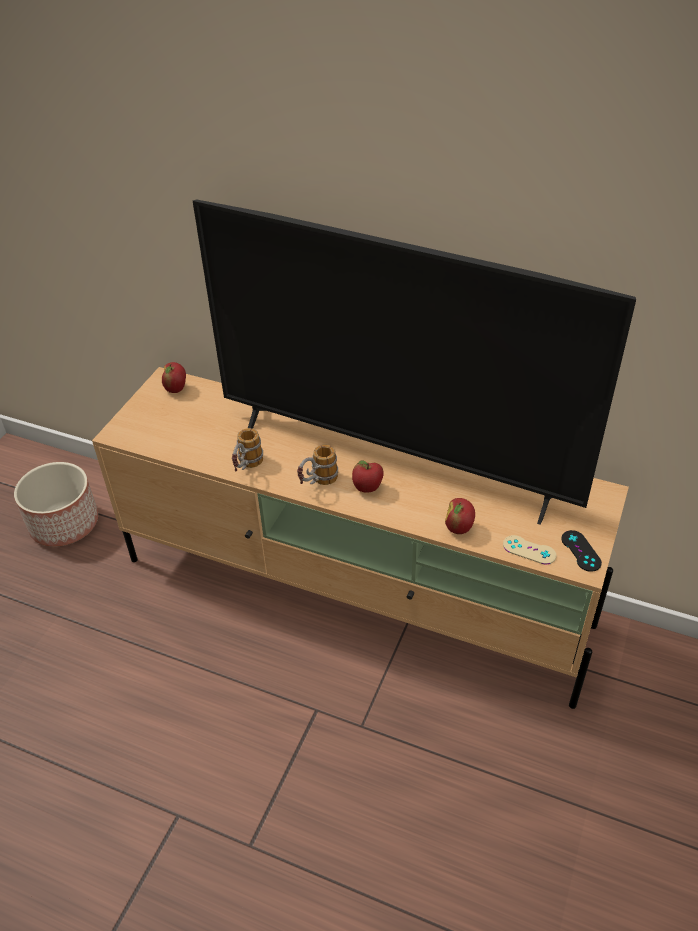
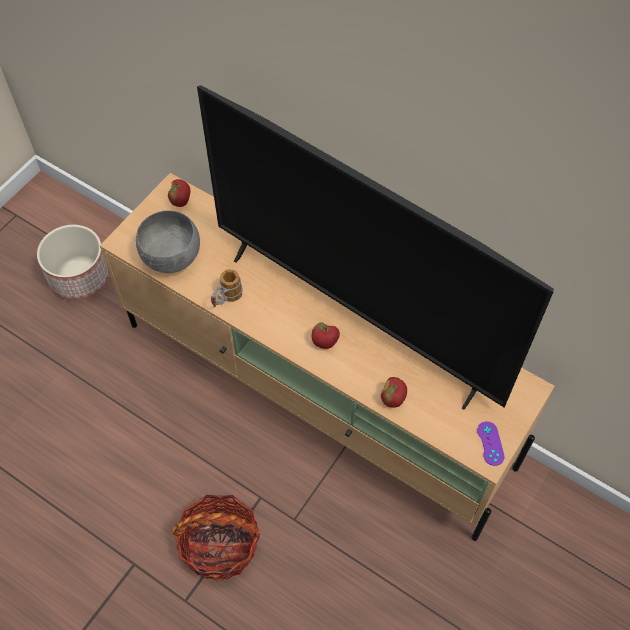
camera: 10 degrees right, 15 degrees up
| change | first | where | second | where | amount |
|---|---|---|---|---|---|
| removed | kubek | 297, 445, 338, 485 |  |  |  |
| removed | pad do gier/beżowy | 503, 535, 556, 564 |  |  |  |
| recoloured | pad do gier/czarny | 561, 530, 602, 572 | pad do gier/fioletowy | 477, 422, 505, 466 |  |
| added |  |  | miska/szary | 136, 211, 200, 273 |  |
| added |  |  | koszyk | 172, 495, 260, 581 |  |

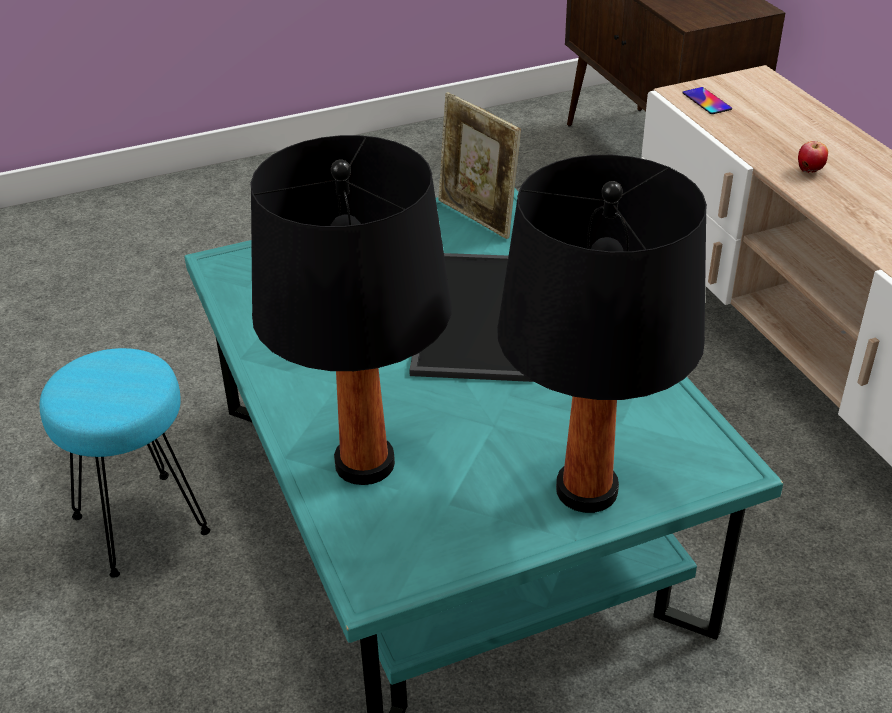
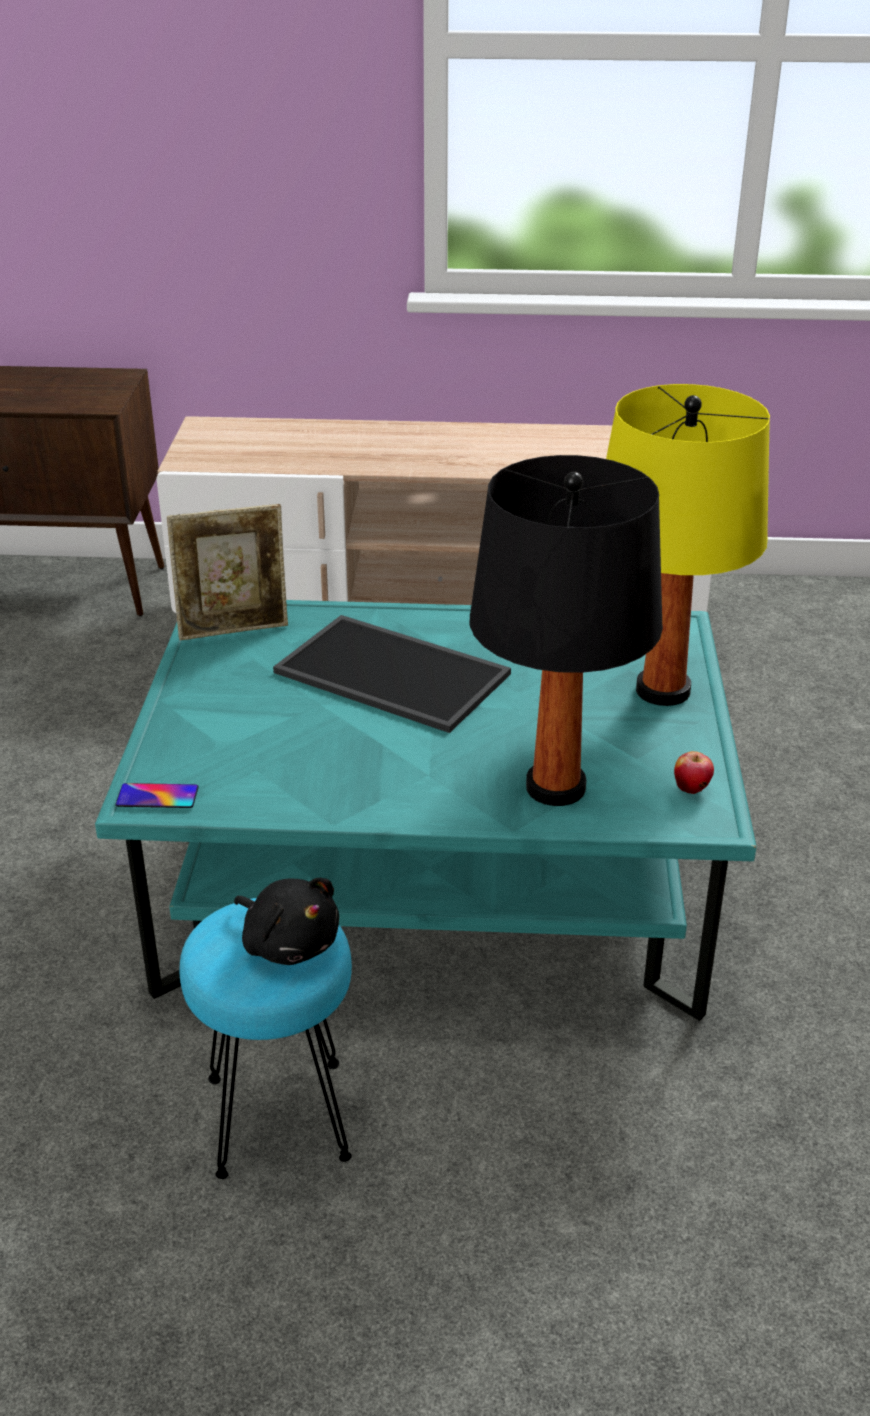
camera: 65 degrees left, 5 degrees down
| change | first | where | second | where | amount |
|---|---|---|---|---|---|
| recoloured | lampa stołowa/czarny | 497, 155, 707, 513 | lampa stołowa/żółty | 606, 384, 770, 706 |  |
| moved | telefon | 682, 87, 732, 114 |  | 115, 783, 198, 808 |  |
| moved | jabłko | 798, 141, 828, 173 |  | 674, 751, 714, 794 |  |
| added |  |  | pluszak/czarny | 234, 878, 339, 965 |  |

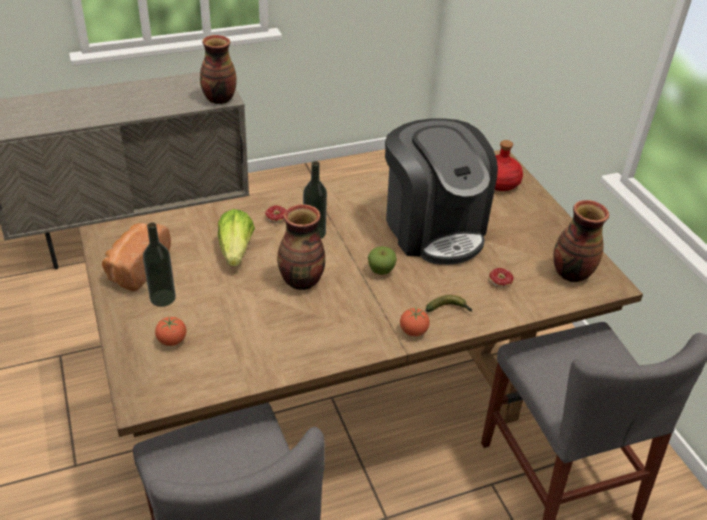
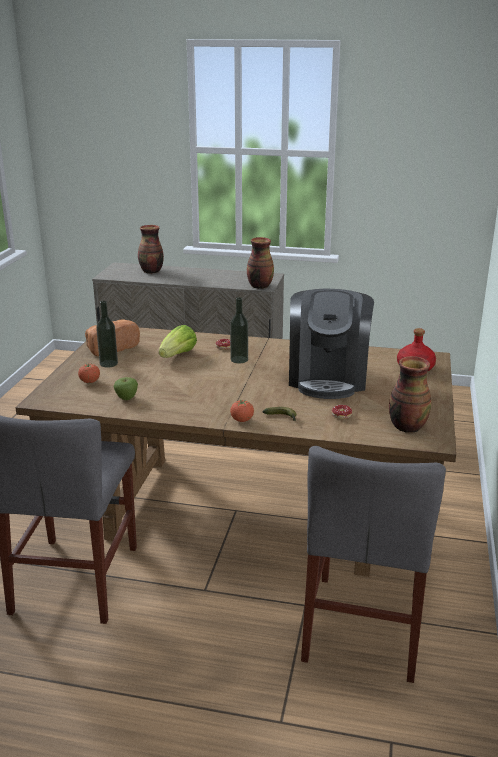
camera: 35 degrees right, 15 degrees down
| change | first | where | second | where | amount |
|---|---|---|---|---|---|
| moved | wazon | 277, 204, 325, 290 |  | 138, 225, 164, 274 |  |
| moved | jabłko | 368, 246, 397, 275 |  | 113, 377, 138, 400 |  |

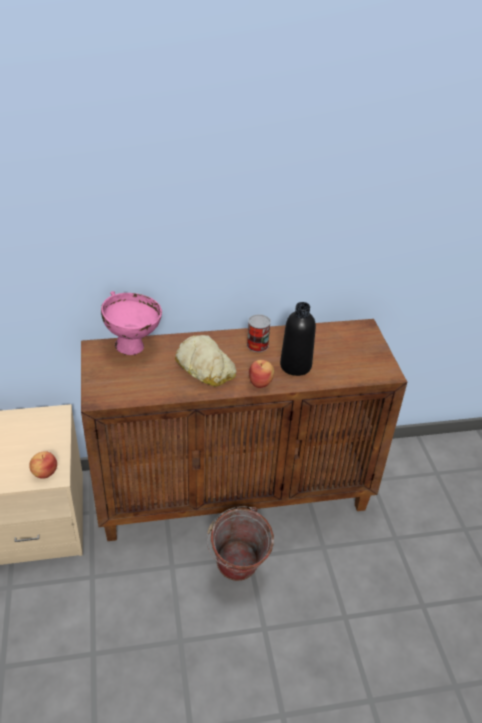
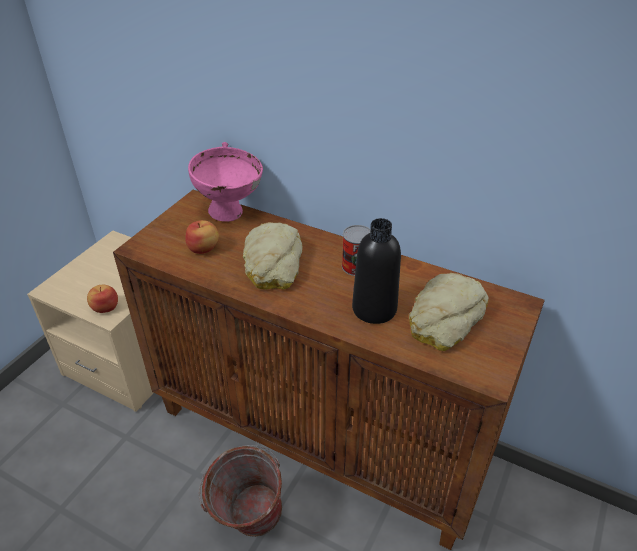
camera: 40 degrees right, 0 degrees up
| change | first | where | second | where | amount |
|---|---|---|---|---|---|
| moved | jabłko | 249, 360, 274, 388 |  | 185, 220, 219, 254 |  |
| added |  |  | chleb | 409, 272, 489, 351 |  |

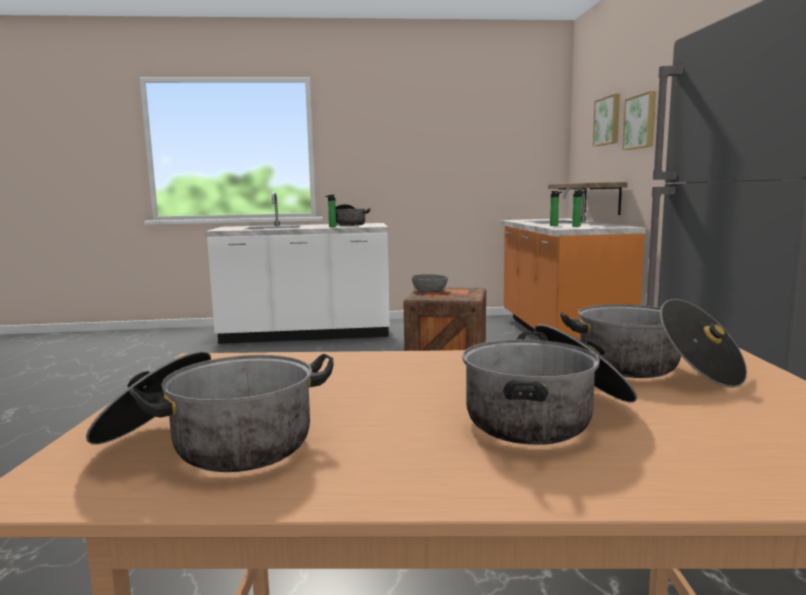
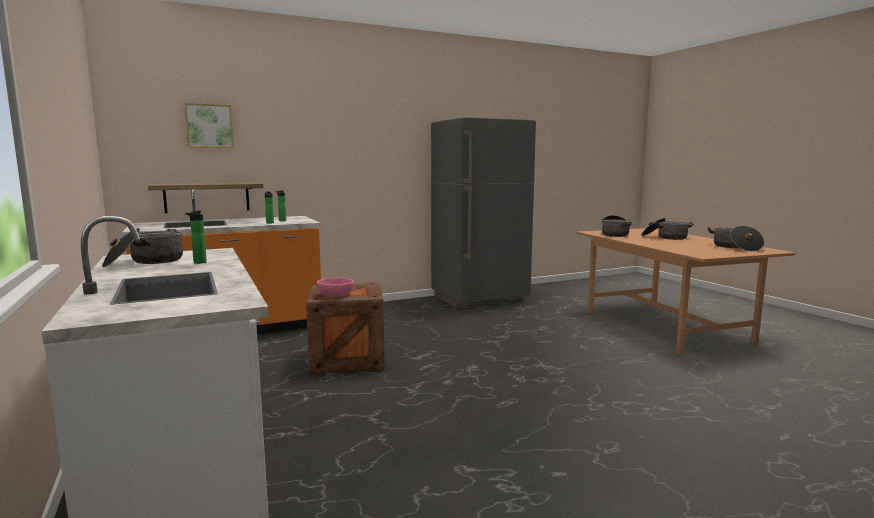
camera: 110 degrees left, 0 degrees up
| change | first | where | second | where | amount |
|---|---|---|---|---|---|
| recoloured | miska/szary | 412, 274, 448, 292 | miska/różowy | 317, 278, 354, 297 |  |
| removed | obraz | 622, 91, 656, 150 |  |  |  |

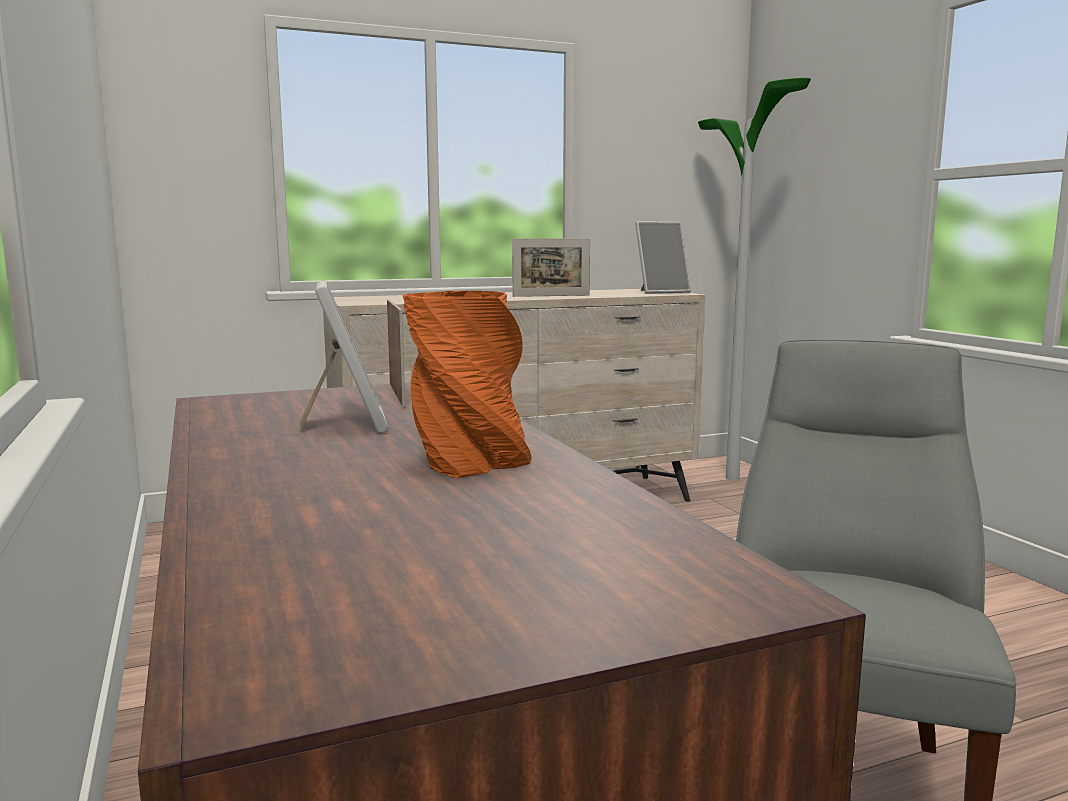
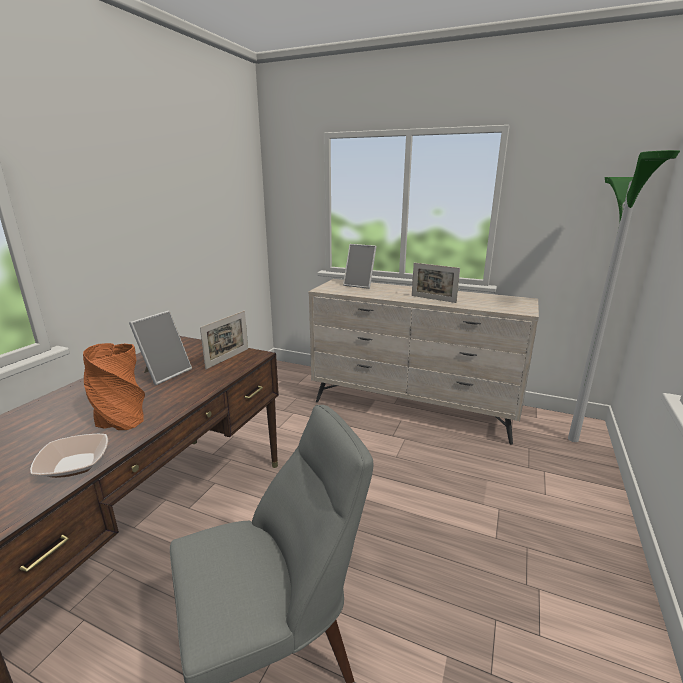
camera: 45 degrees right, 10 degrees up
| change | first | where | second | where | amount |
|---|---|---|---|---|---|
| moved | ramka na zdjęcie | 635, 222, 691, 294 |  | 343, 244, 377, 289 |  |
| added |  |  | miska | 30, 434, 108, 478 |  |

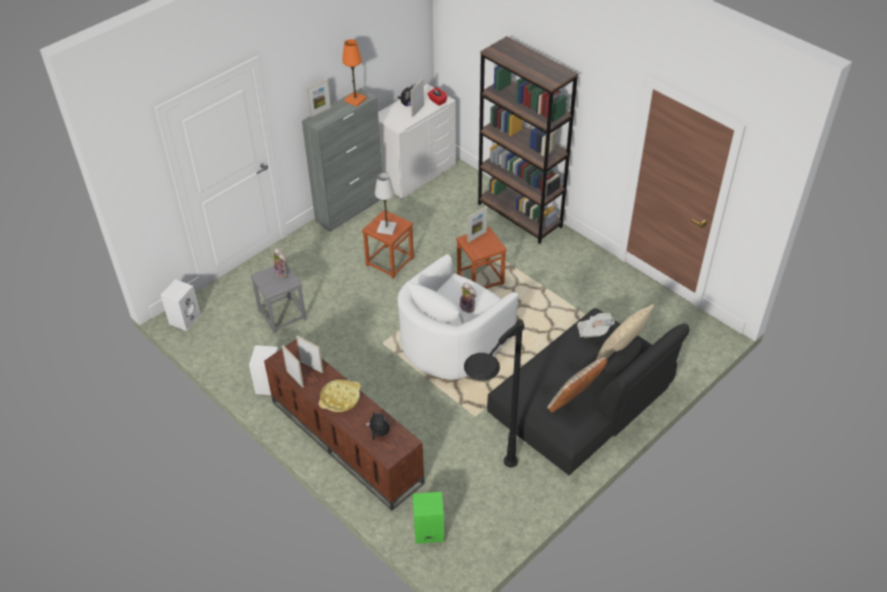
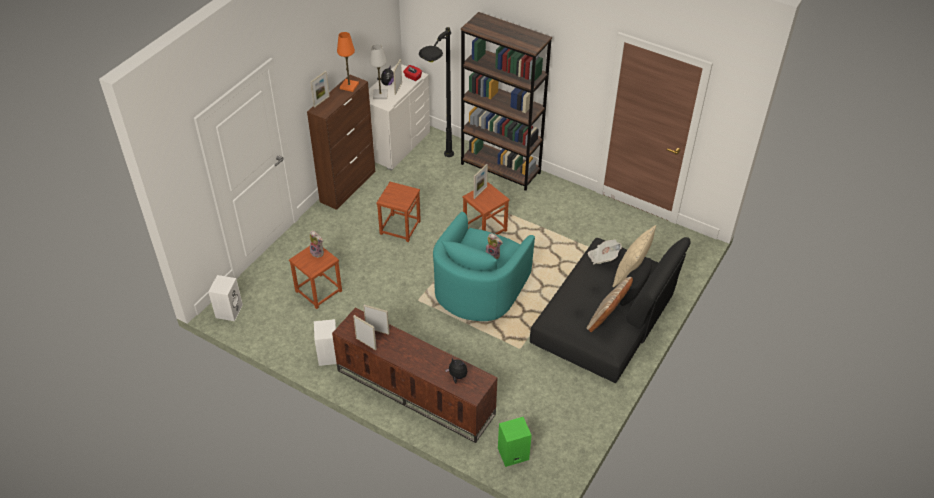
camera: 15 degrees left, 0 degrees up
| change | first | where | second | where | amount |
|---|---|---|---|---|---|
| recoloured | stołek/szary | 250, 265, 306, 333 | stołek/brązowy | 289, 246, 342, 309 |  |
| recoloured | szafka/szary | 302, 88, 382, 232 | szafka/brązowy | 307, 75, 375, 210 |  |
| removed | taca/żółty | 319, 379, 361, 412 |  |  |  |
| moved | lampa stołowa/biały | 375, 173, 397, 235 |  | 370, 44, 388, 99 |  |
| recoloured | fotel/biały | 397, 254, 518, 379 | fotel/turkusowy | 433, 212, 535, 321 |  |
| moved | lampa stojąca/czarny | 464, 319, 524, 467 |  | 419, 27, 454, 157 |  |

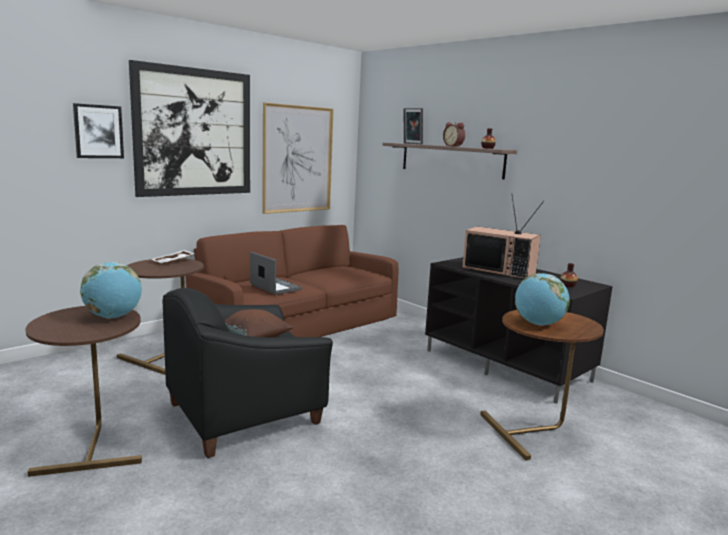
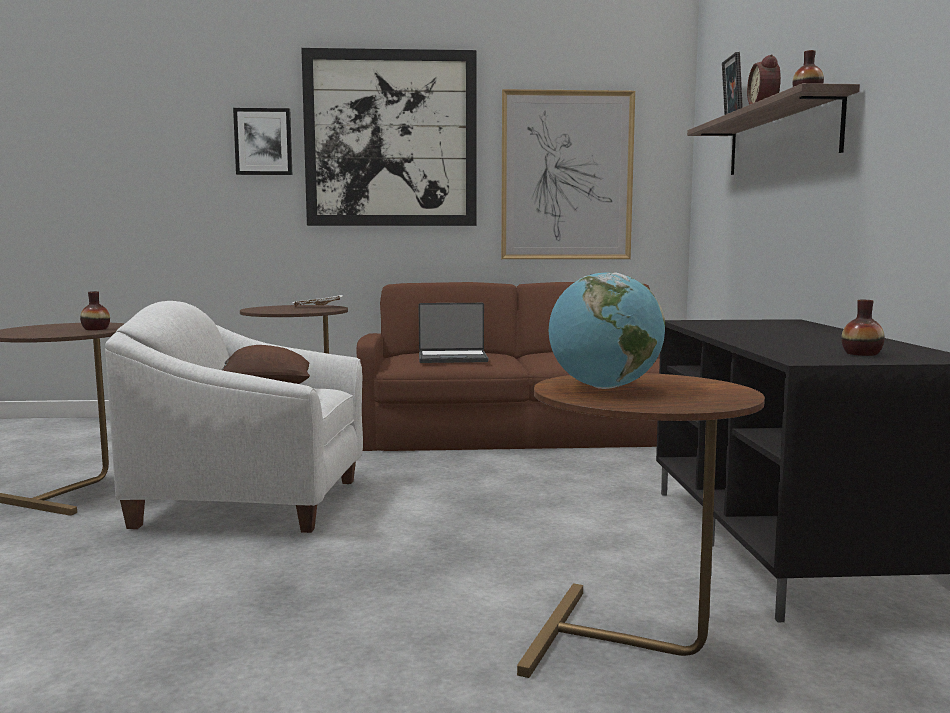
camera: 40 degrees right, 5 degrees down
| change | first | where | second | where | amount |
|---|---|---|---|---|---|
| replaced | globus | 80, 262, 142, 318 | wazon | 80, 291, 110, 330 |  |
| recoloured | fotel/czarny | 162, 288, 333, 458 | fotel/biały | 105, 301, 363, 533 |  |
| turned | laptop | 250, 252, 302, 295 |  | 418, 303, 488, 363 | 90 degrees clockwise |
| removed | telewizor | 462, 193, 544, 279 |  |  |  |

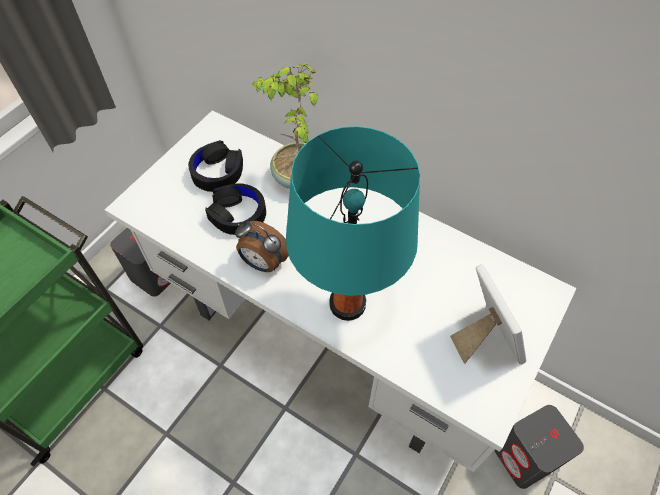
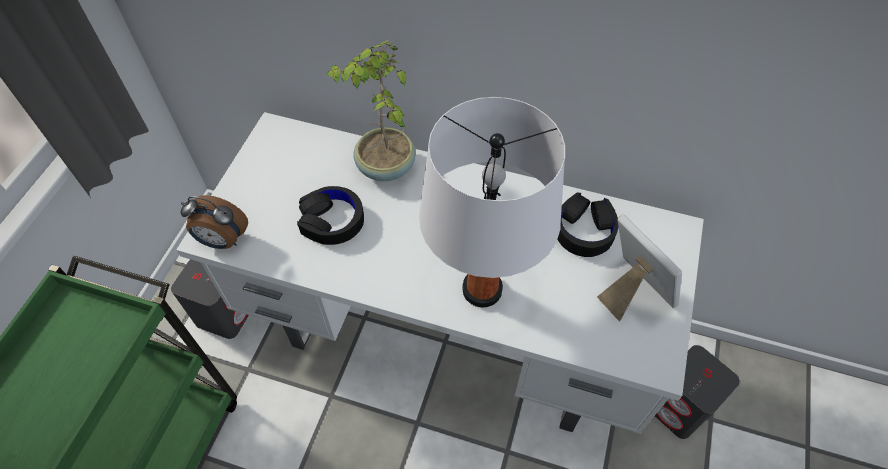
camera: 15 degrees left, 0 degrees up
| change | first | where | second | where | amount |
|---|---|---|---|---|---|
| moved | słuchawki/czarny | 188, 140, 243, 192 |  | 557, 193, 619, 257 |  |
| moved | budzik | 235, 221, 289, 272 |  | 181, 195, 248, 249 |  |
| recoloured | lampa stołowa/turkusowy | 286, 126, 420, 321 | lampa stołowa/biały | 419, 97, 565, 308 |  |

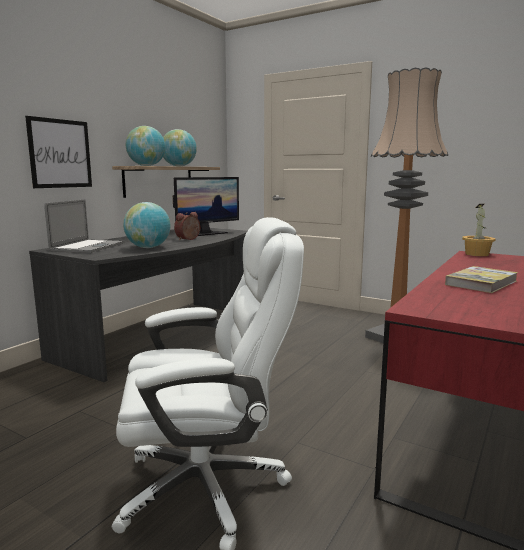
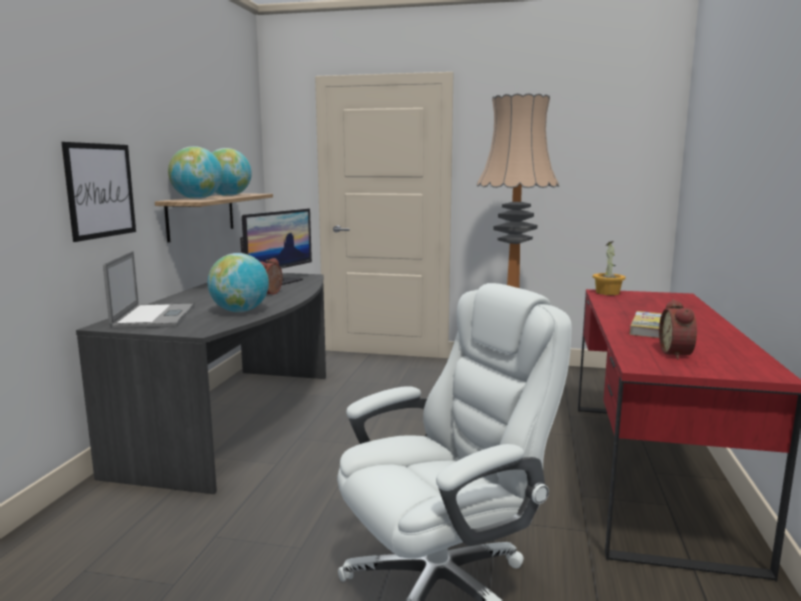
camera: 20 degrees left, 0 degrees up
| change | first | where | second | where | amount |
|---|---|---|---|---|---|
| added |  |  | budzik | 659, 299, 697, 359 |  |

